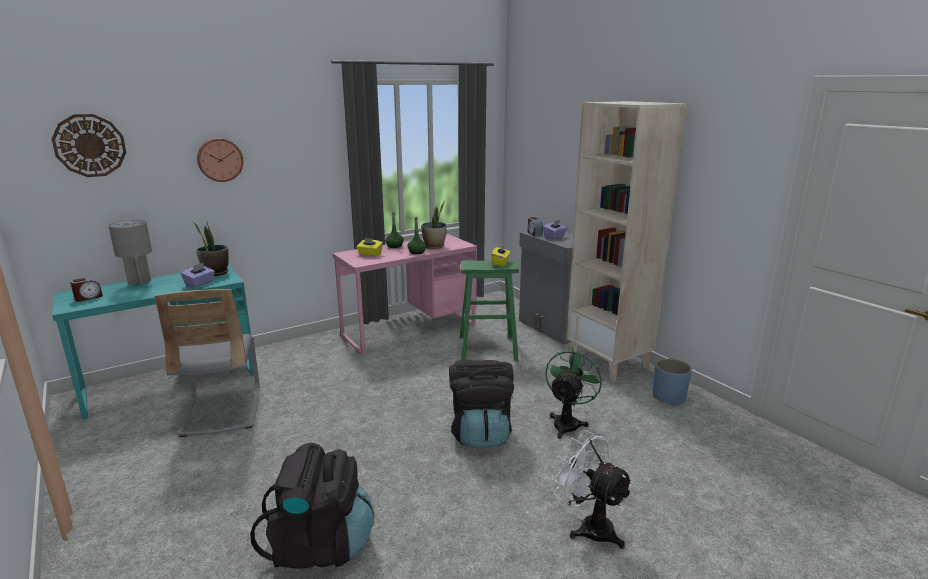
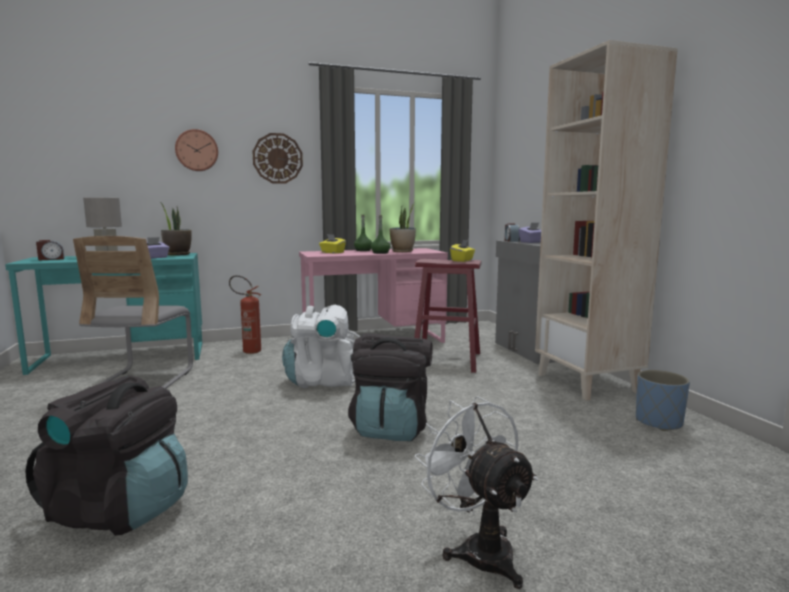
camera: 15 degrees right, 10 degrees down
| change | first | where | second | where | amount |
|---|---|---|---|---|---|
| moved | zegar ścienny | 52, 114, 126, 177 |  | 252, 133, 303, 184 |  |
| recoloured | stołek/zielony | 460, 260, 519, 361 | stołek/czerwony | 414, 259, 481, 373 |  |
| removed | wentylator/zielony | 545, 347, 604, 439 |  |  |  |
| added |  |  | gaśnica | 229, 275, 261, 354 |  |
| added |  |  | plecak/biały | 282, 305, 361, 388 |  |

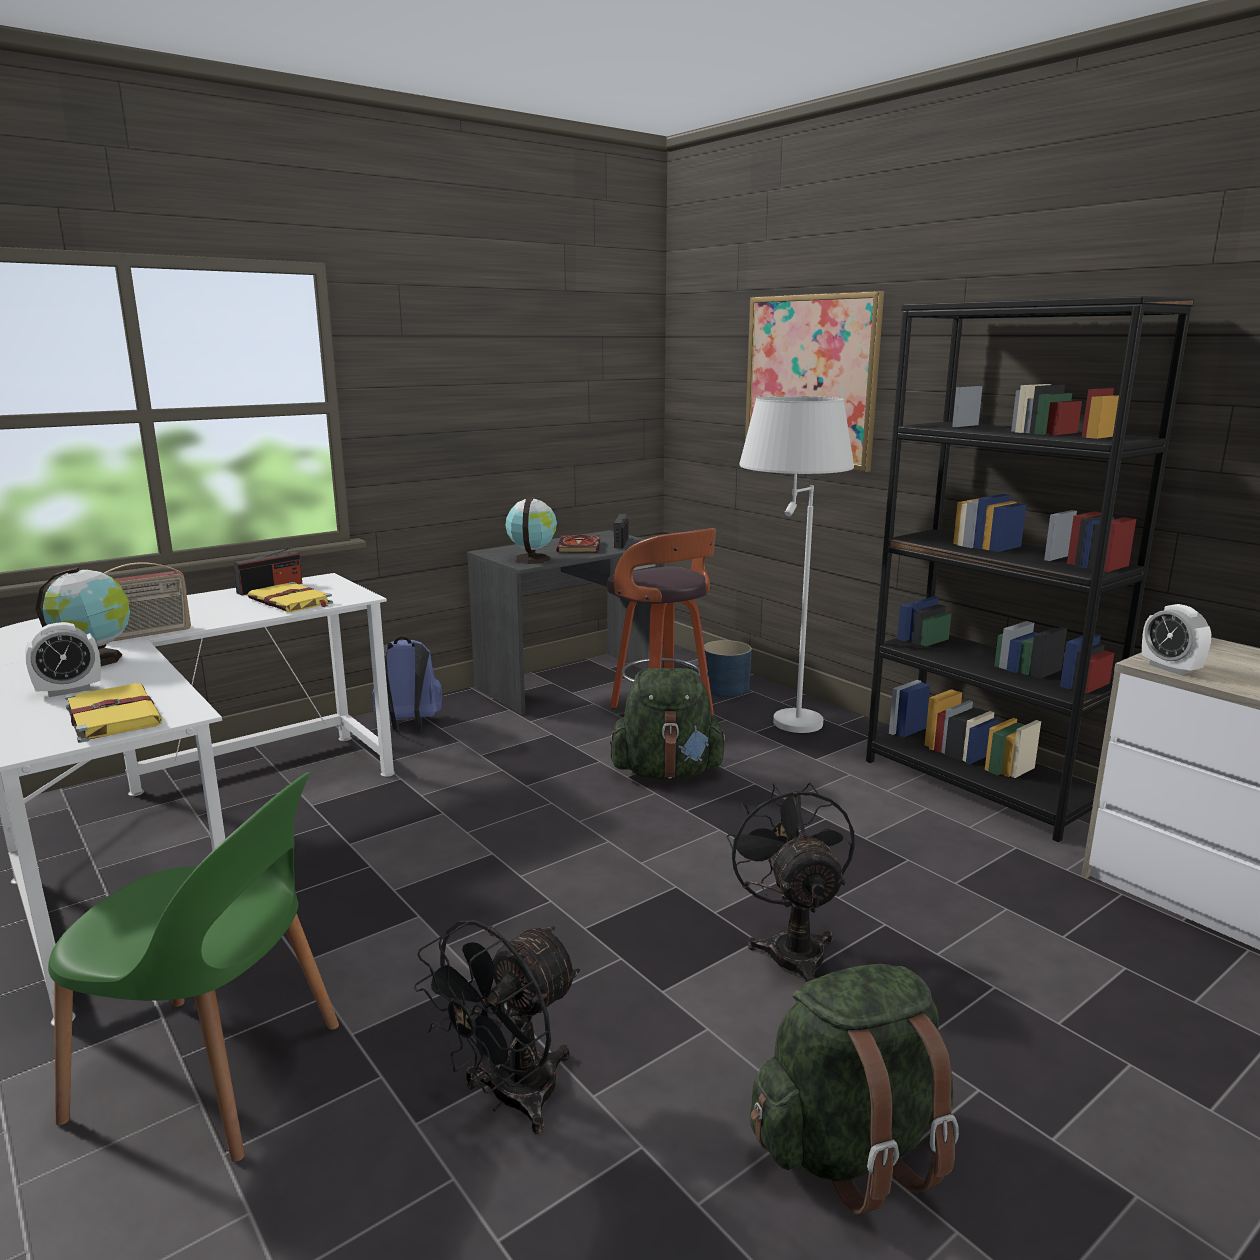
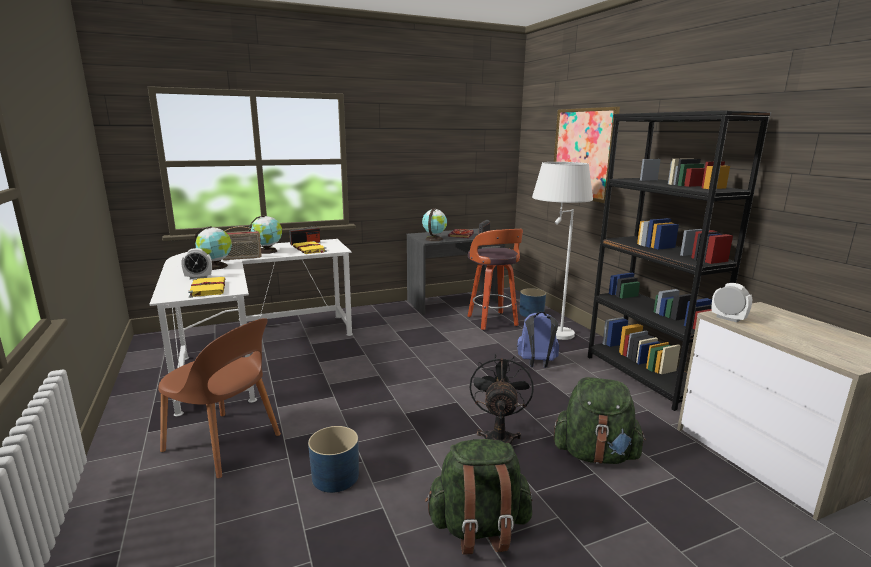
camera: 15 degrees right, 0 degrees up
| change | first | where | second | where | amount |
|---|---|---|---|---|---|
| recoloured | krzesło/zielony | 48, 772, 339, 1162 | krzesło/brązowy | 158, 318, 281, 478 |  |
| moved | plecak/niebieski | 372, 636, 442, 731 |  | 517, 311, 559, 368 |  |
| replaced | wentylator/czarny | 414, 920, 580, 1134 | donica/niebieski | 308, 426, 359, 493 |  |
| moved | plecak/zielony | 610, 668, 727, 780 |  | 554, 377, 646, 464 |  |
| turned | budzik | 1142, 604, 1211, 675 |  | 712, 283, 752, 323 | 150 degrees clockwise |
| added |  |  | globus | 249, 215, 282, 254 |  |

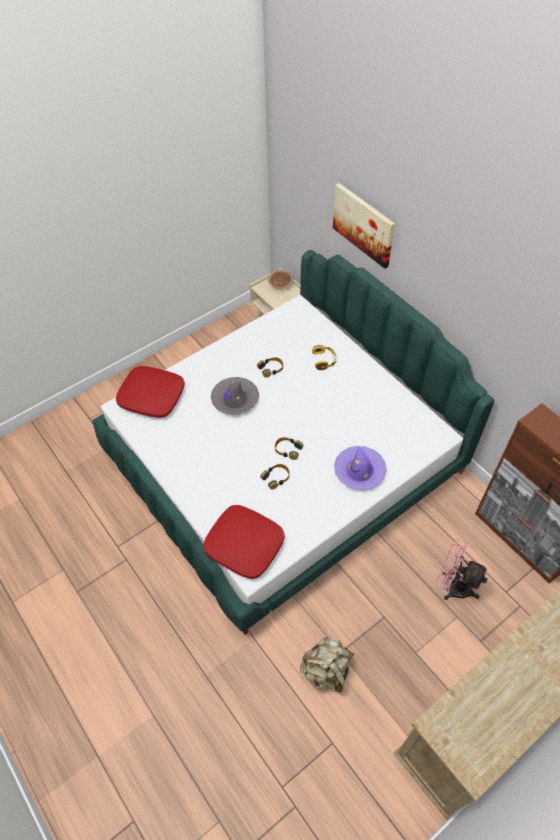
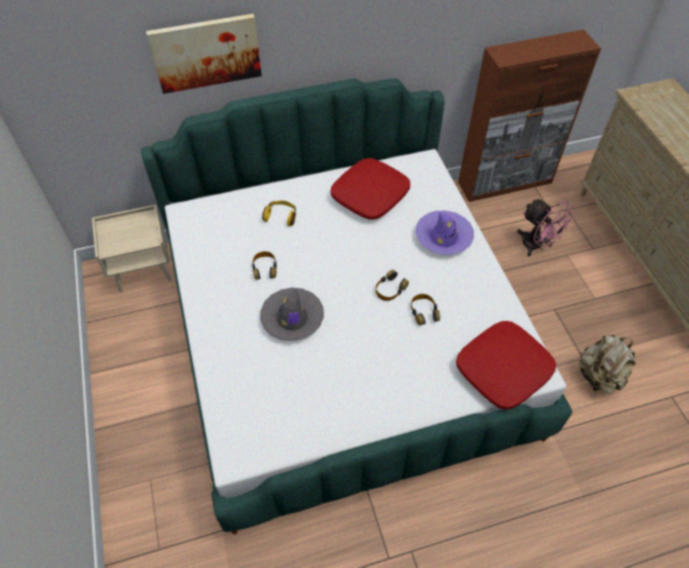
camera: 70 degrees left, 0 degrees up
| change | first | where | second | where | amount |
|---|---|---|---|---|---|
| moved | poduszka/czerwony | 116, 366, 185, 418 |  | 331, 158, 410, 220 |  |
| removed | miska/brązowy | 268, 270, 293, 288 |  |  |  |
| turned | wentylator/różowy | 436, 539, 488, 600 |  | 517, 199, 577, 256 | 90 degrees counterclockwise |

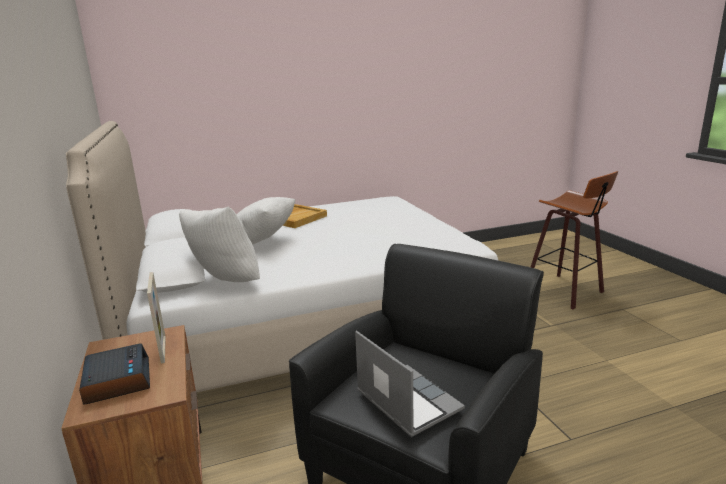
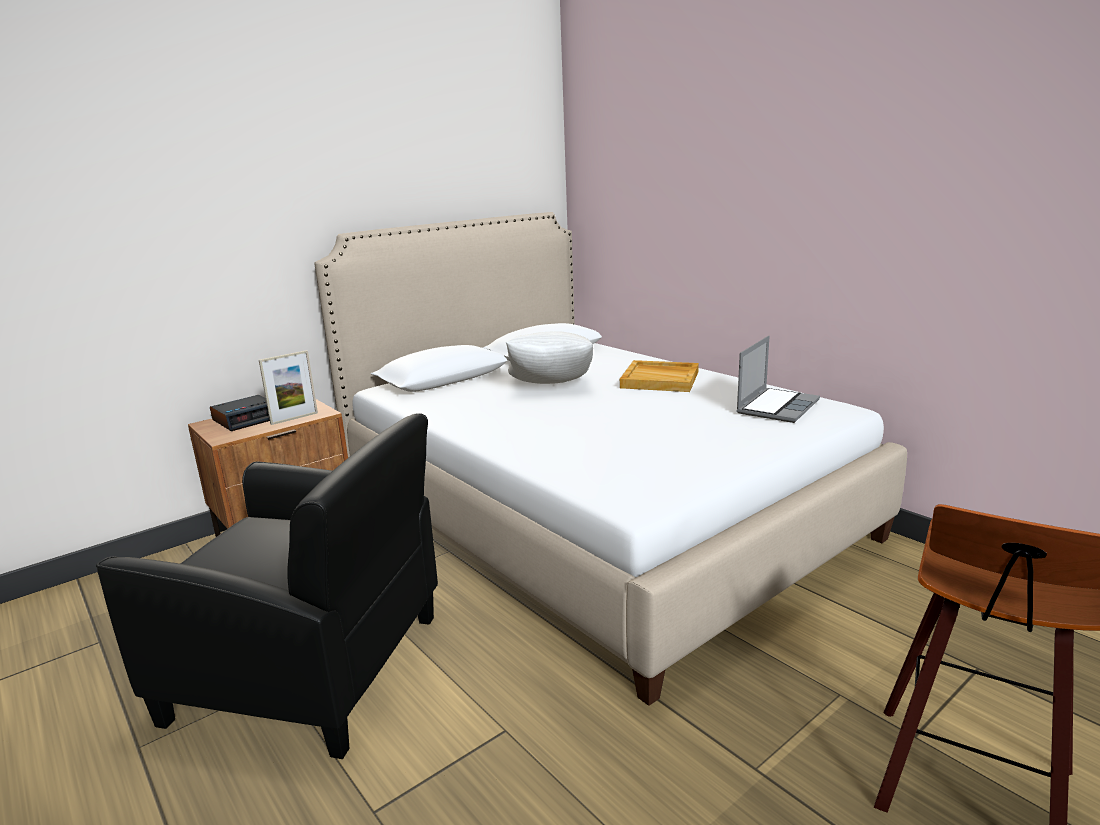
camera: 70 degrees right, 0 degrees up
| change | first | where | second | where | amount |
|---|---|---|---|---|---|
| removed | poduszka/biały | 179, 206, 260, 282 |  |  |  |
| moved | laptop | 355, 330, 465, 437 |  | 736, 336, 820, 423 |  |

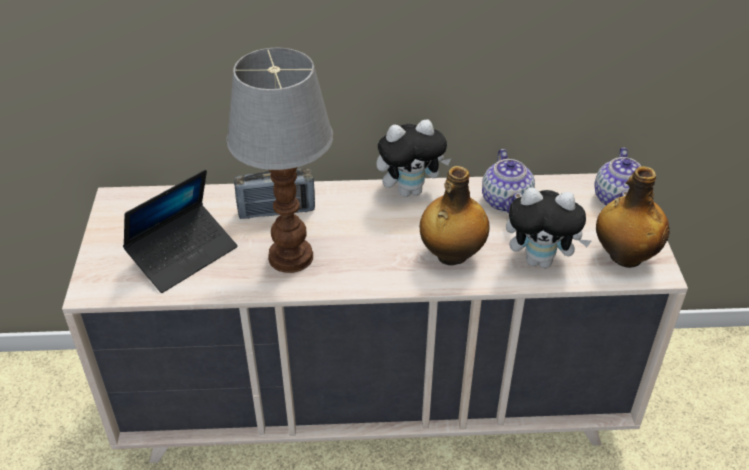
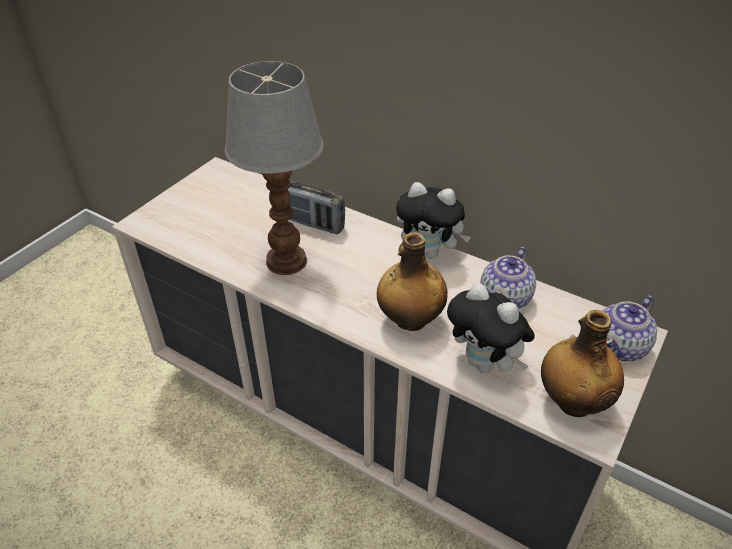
camera: 35 degrees right, 0 degrees up
| change | first | where | second | where | amount |
|---|---|---|---|---|---|
| removed | laptop | 123, 169, 237, 293 |  |  |  |

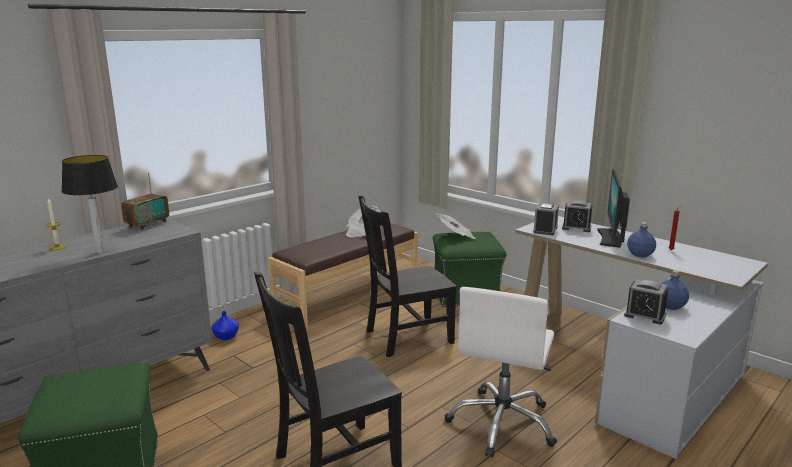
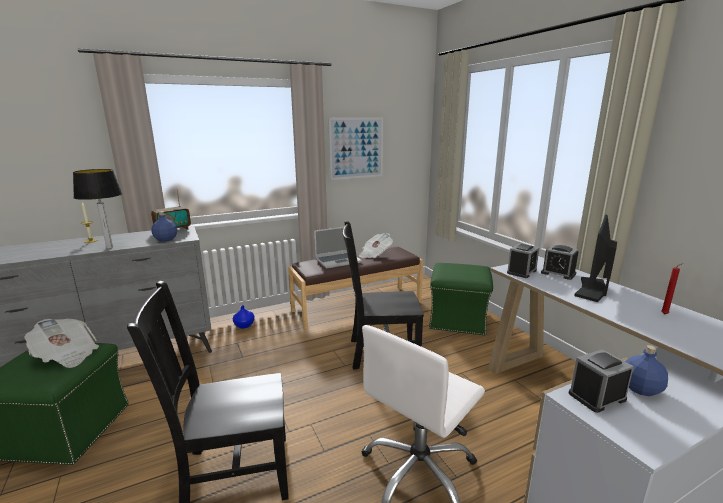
camera: 20 degrees right, 0 degrees up
| change | first | where | second | where | amount |
|---|---|---|---|---|---|
| moved | gazeta | 436, 213, 476, 239 |  | 24, 319, 99, 368 |  |
| turned | budzik | 624, 279, 668, 324 |  | 569, 349, 634, 413 | 105 degrees clockwise |
| moved | butelka/niebieski | 627, 222, 656, 257 |  | 151, 211, 177, 242 |  |
| added |  |  | laptop | 314, 227, 362, 268 |  |
| added |  |  | obraz | 328, 117, 383, 180 |  |

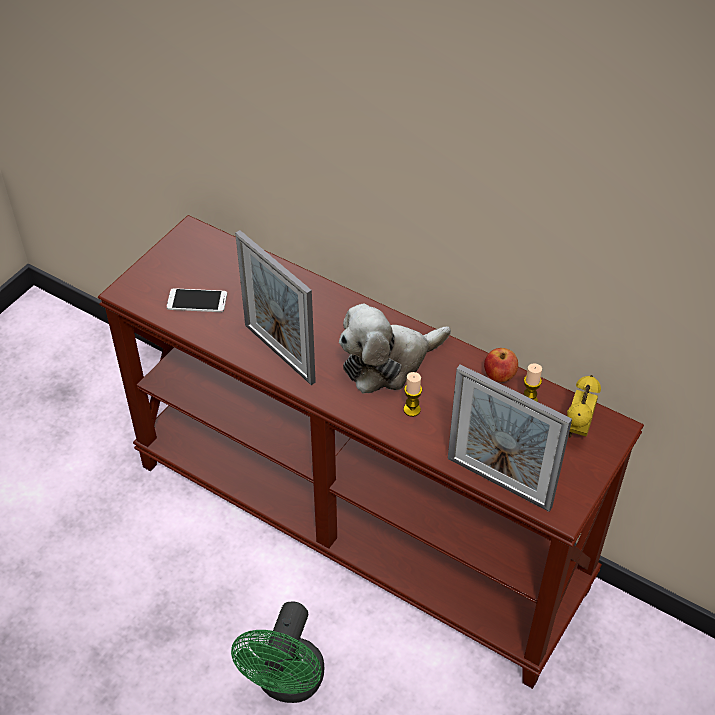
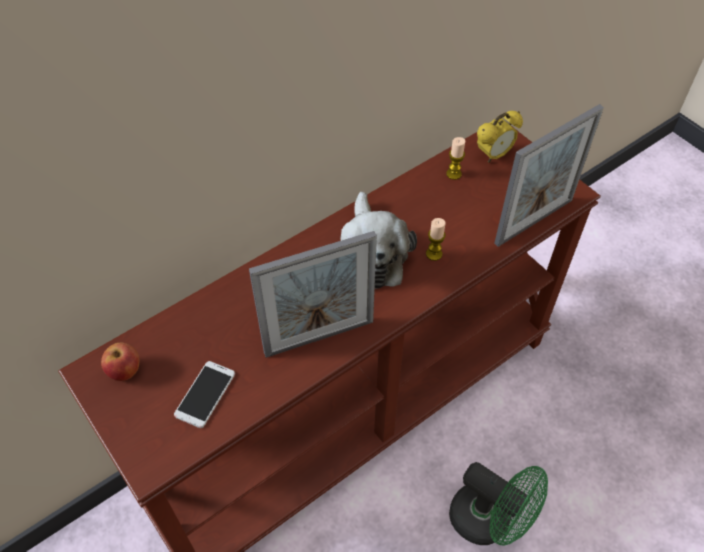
camera: 70 degrees left, 5 degrees up
| change | first | where | second | where | amount |
|---|---|---|---|---|---|
| moved | jabłko | 484, 348, 518, 382 |  | 101, 343, 139, 381 |  |
| turned | budzik | 567, 375, 601, 438 |  | 477, 111, 523, 163 | 75 degrees counterclockwise |

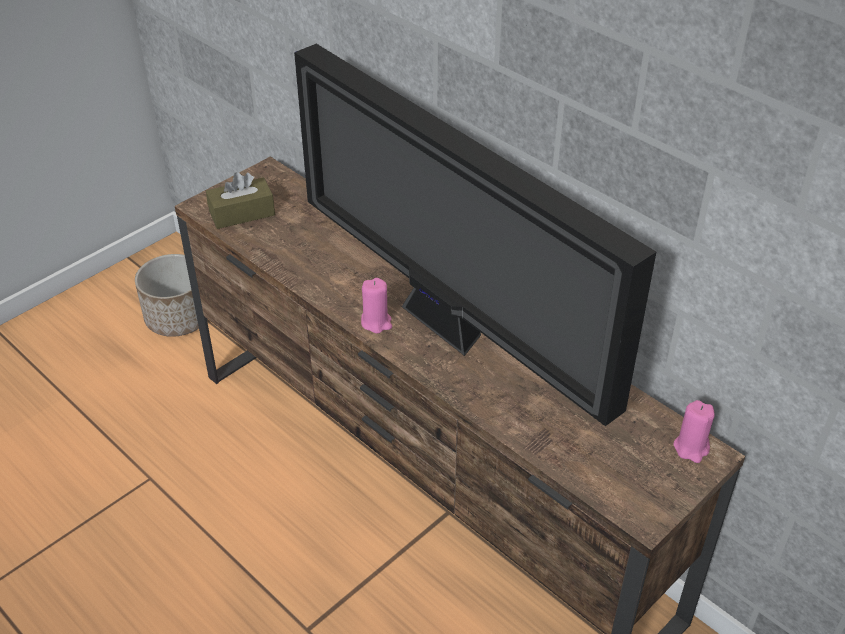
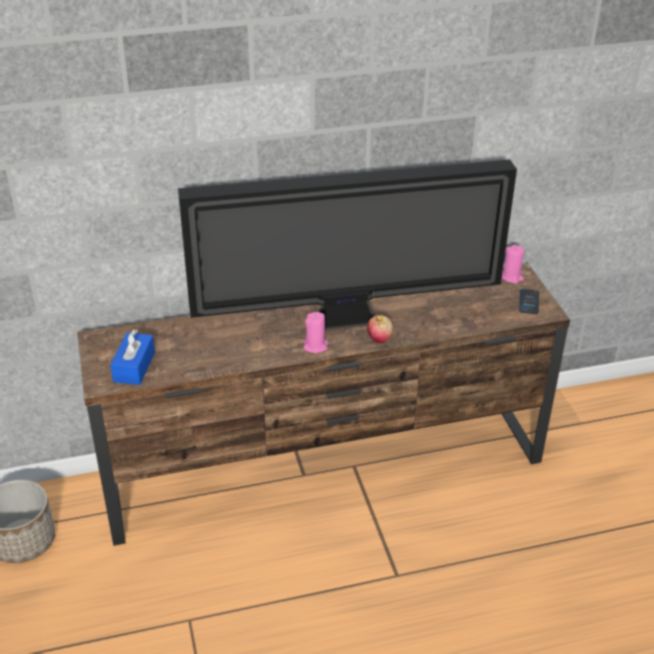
camera: 60 degrees left, 5 degrees down
| change | first | where | second | where | amount |
|---|---|---|---|---|---|
| recoloured | pudełko chusteczek/brązowy | 206, 172, 275, 229 | pudełko chusteczek/niebieski | 110, 329, 155, 385 |  |
| added |  |  | jabłko | 367, 315, 393, 343 |  |
| added |  |  | telefon | 519, 289, 539, 314 |  |

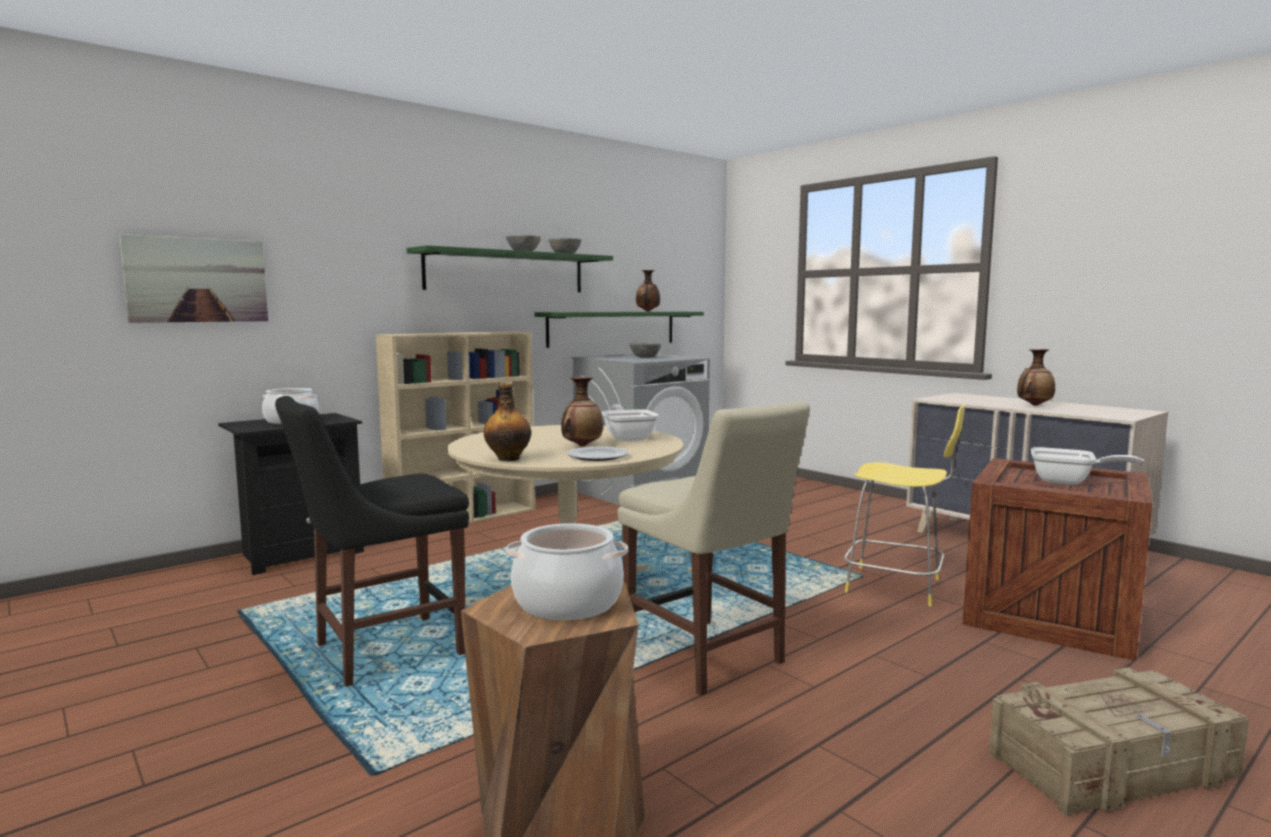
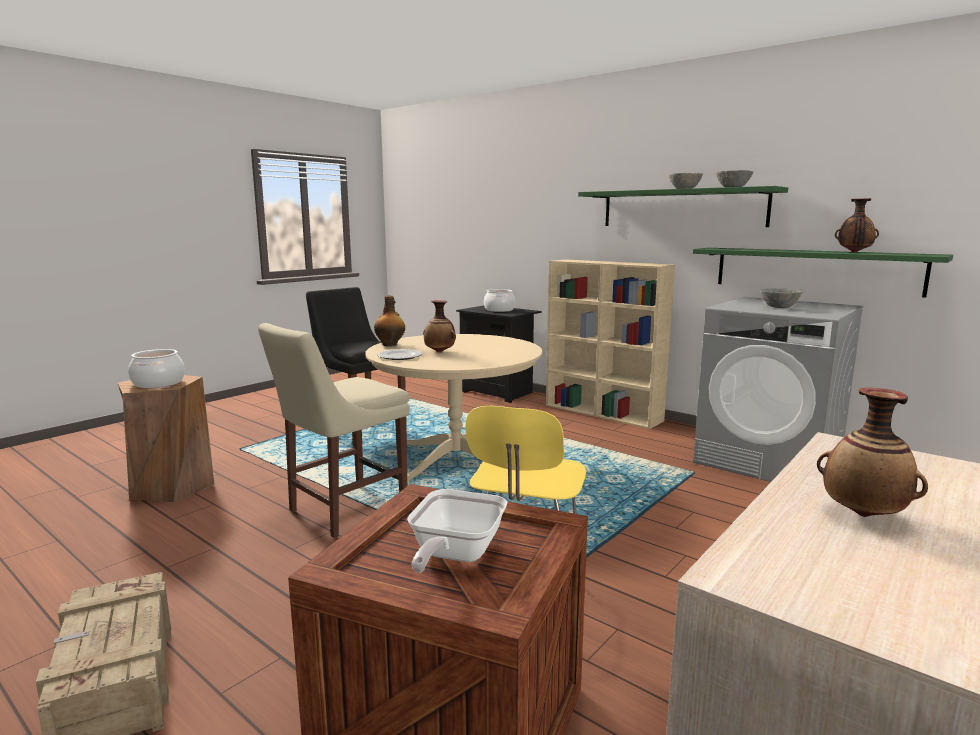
camera: 80 degrees right, 5 degrees up
| change | first | where | second | where | amount |
|---|---|---|---|---|---|
| removed | obraz | 120, 234, 268, 323 |  |  |  |
| removed | patelnia | 602, 404, 659, 441 |  |  |  |

